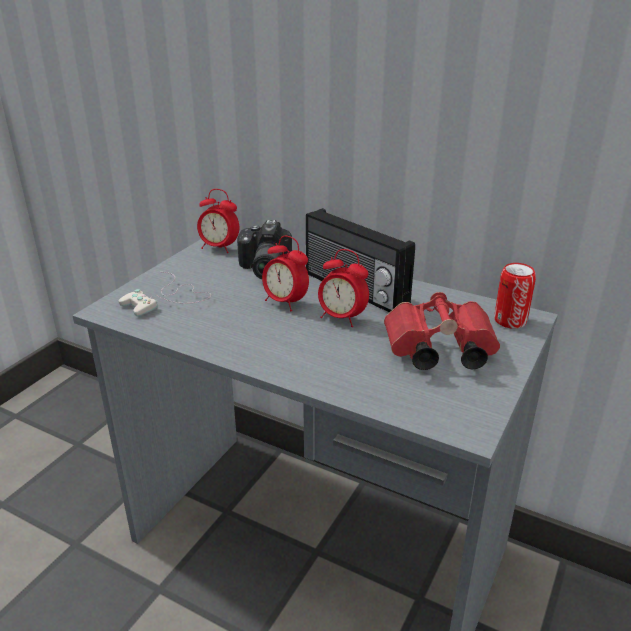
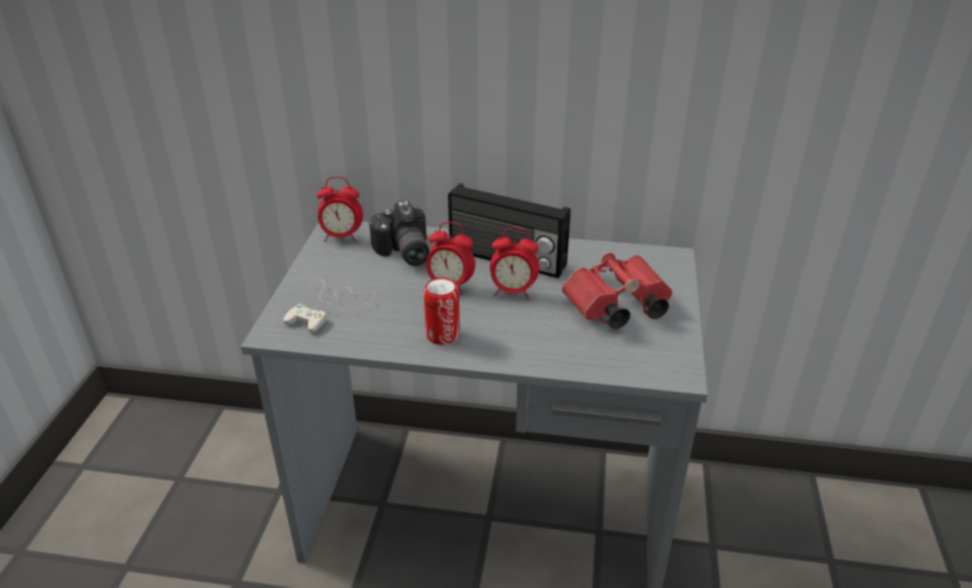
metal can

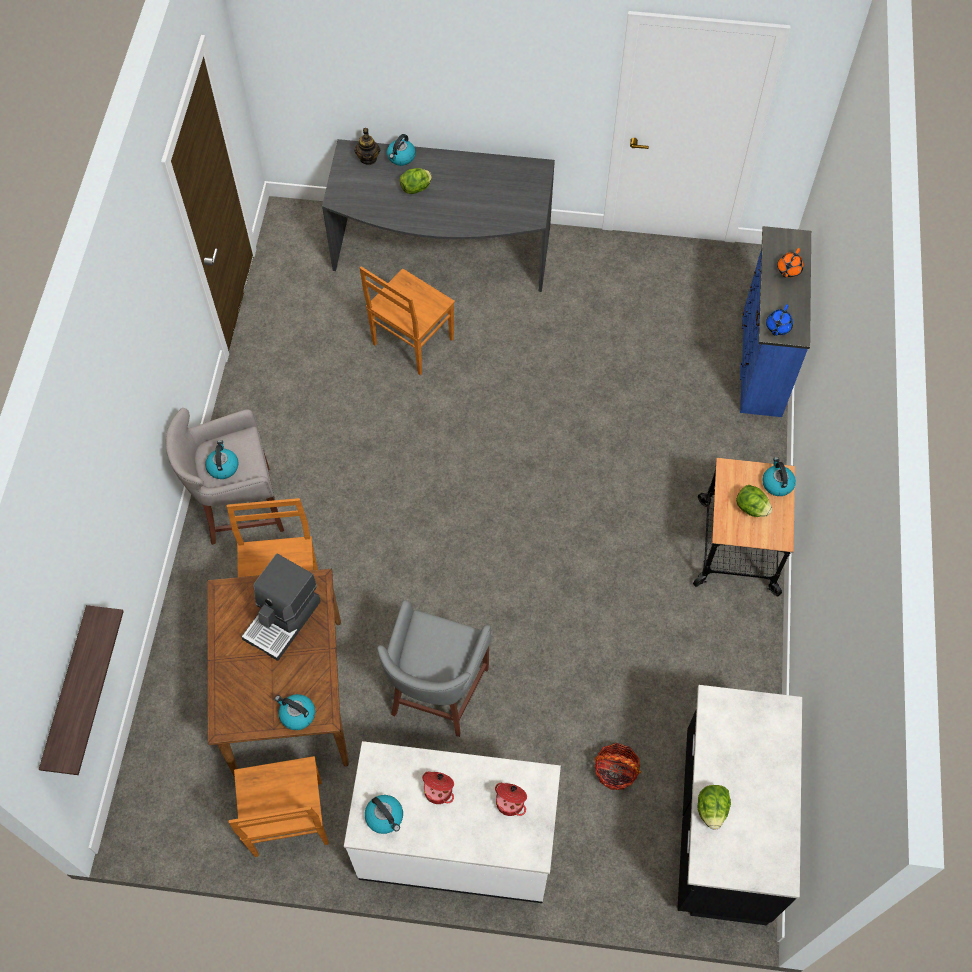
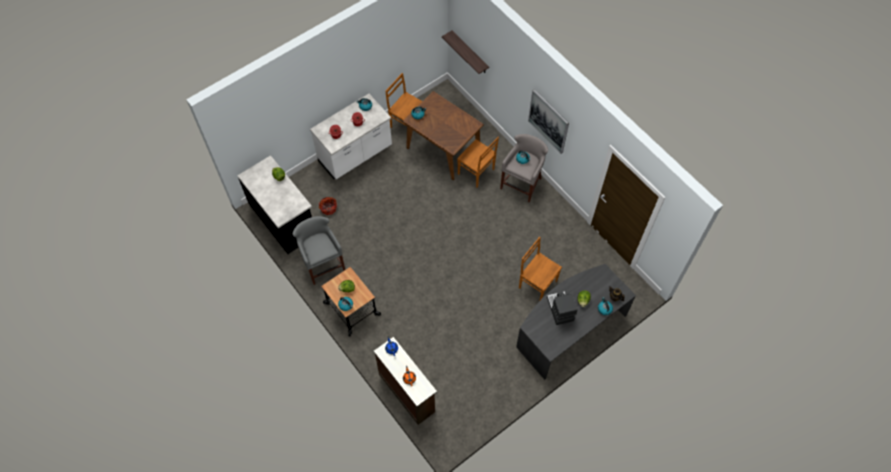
brownish chest of drawers
brownish upright chair (no. 3 from left)
coffee machine
greyish stool seat (no. 1 from left)
wall art

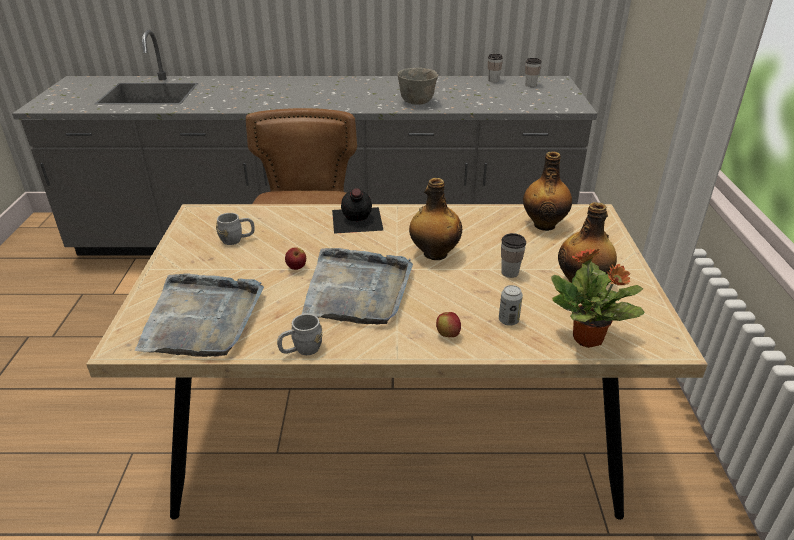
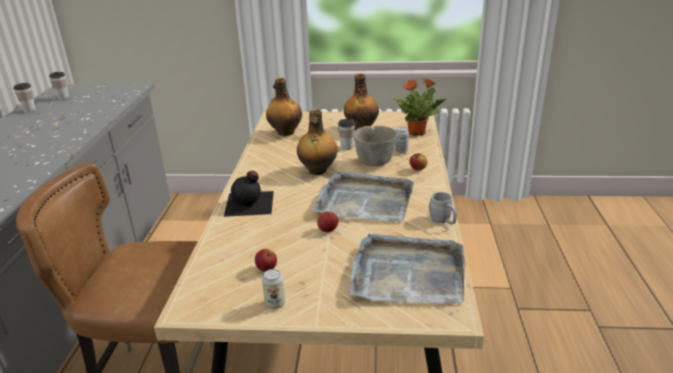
greyish bowl
whole apple (no. 1 from left)
metal can (no. 1 from left)

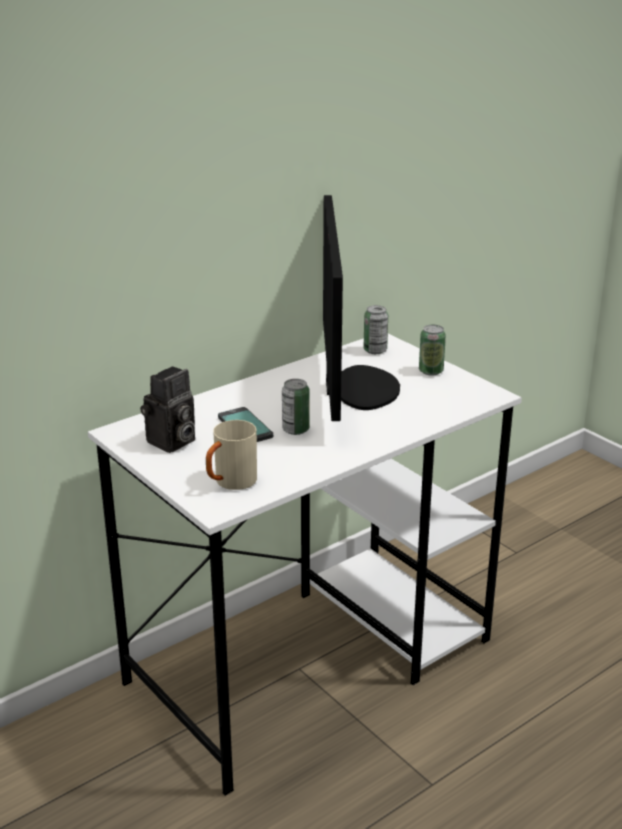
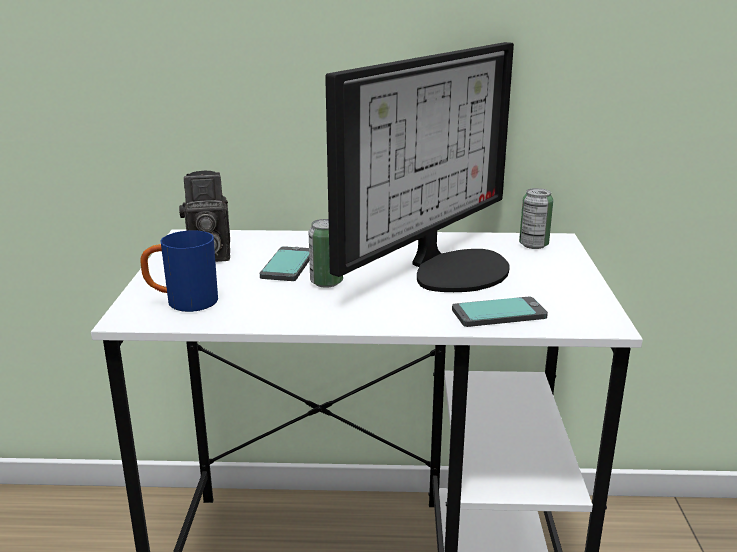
metal can (no. 3 from left in the first image)
bluish coffee mug
handset (no. 2 from left)

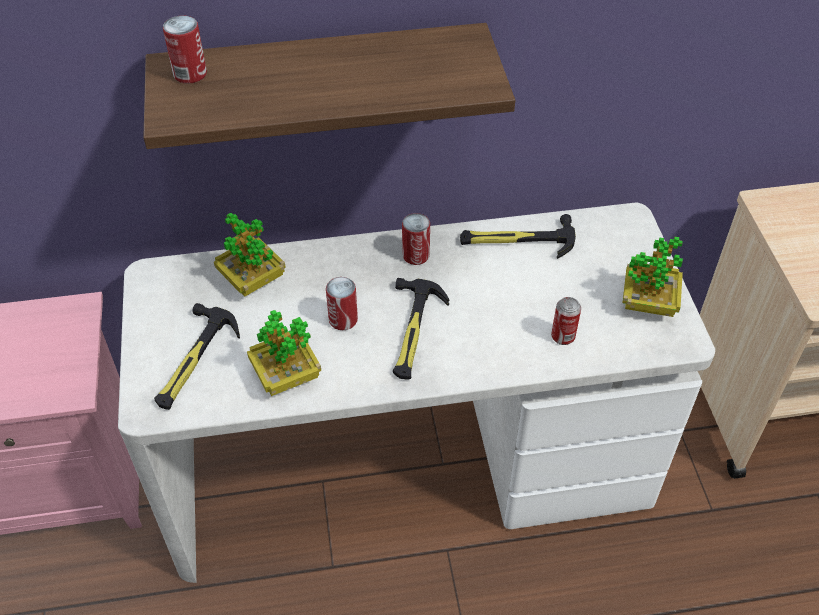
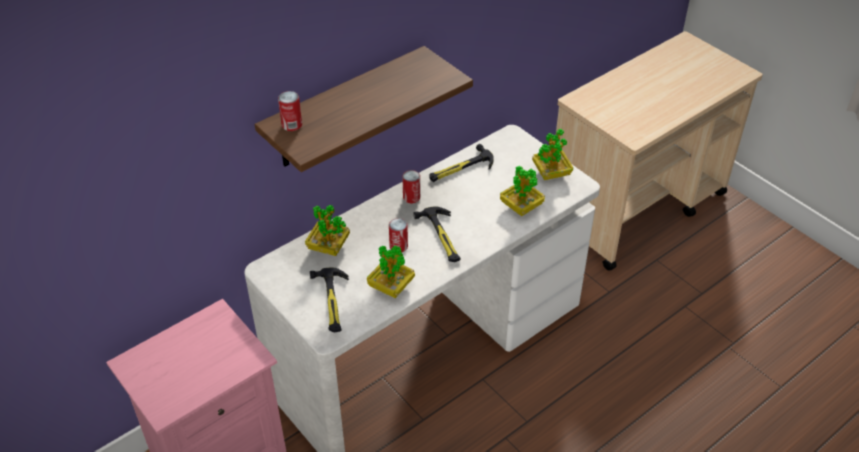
plant in a pot (no. 3 from left)

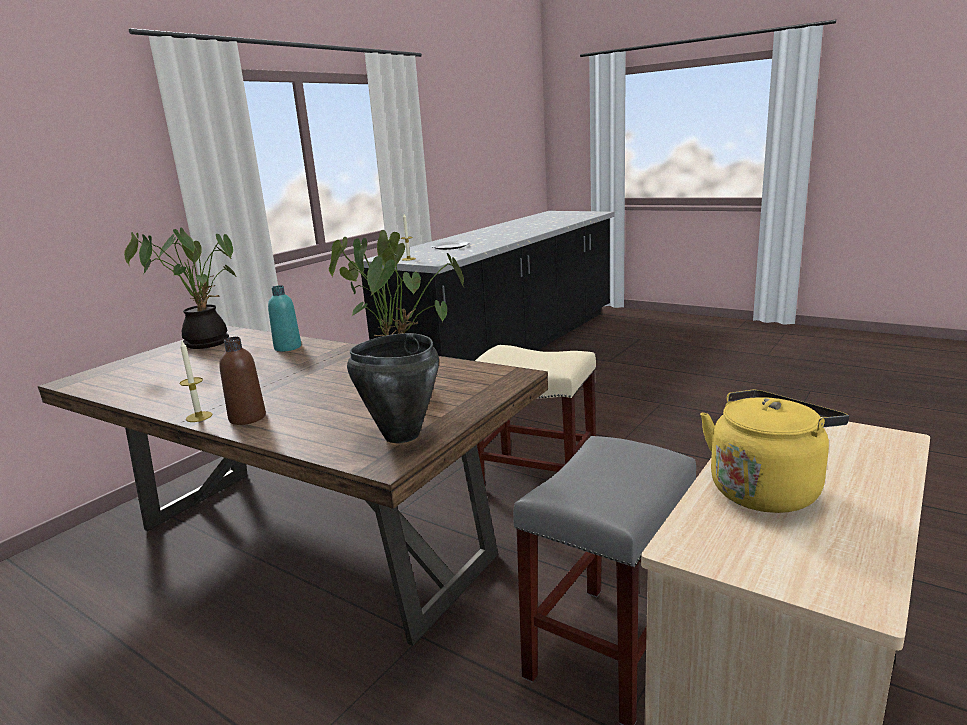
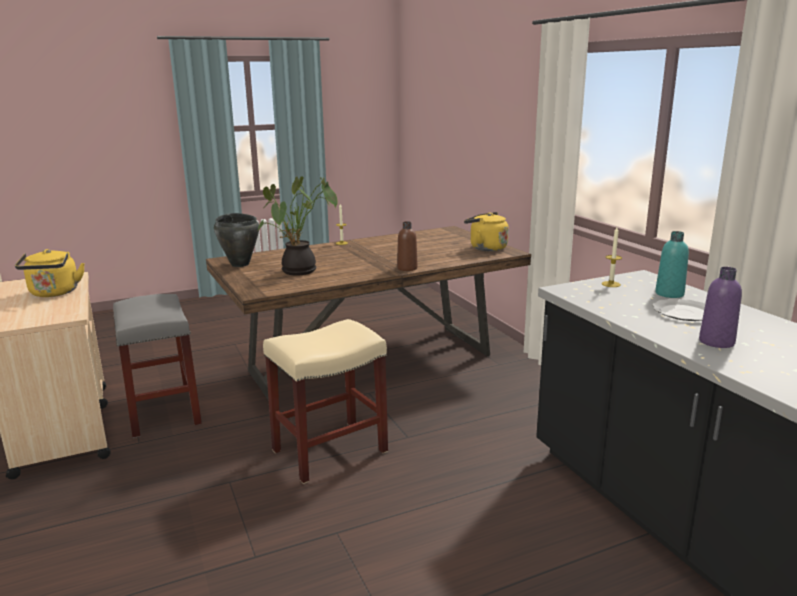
yellow-coloured tea kettle (no. 2 from left)
turquoise-coloured drink bottle
brownish drink bottle
purple-coloured drink bottle

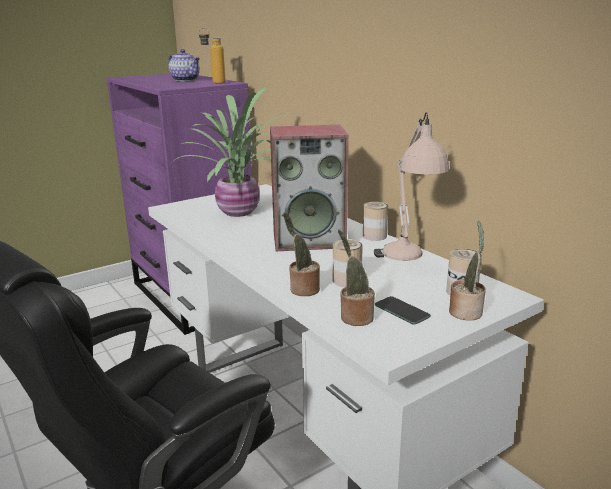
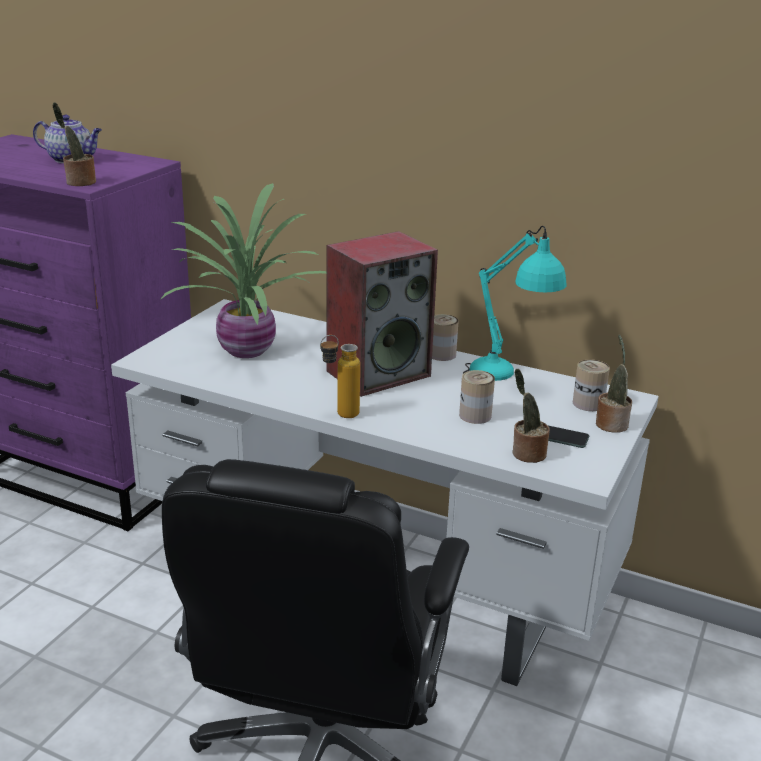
drink bottle
turquoise-coloured lamp for a table
plant in a pot (no. 1 from left)

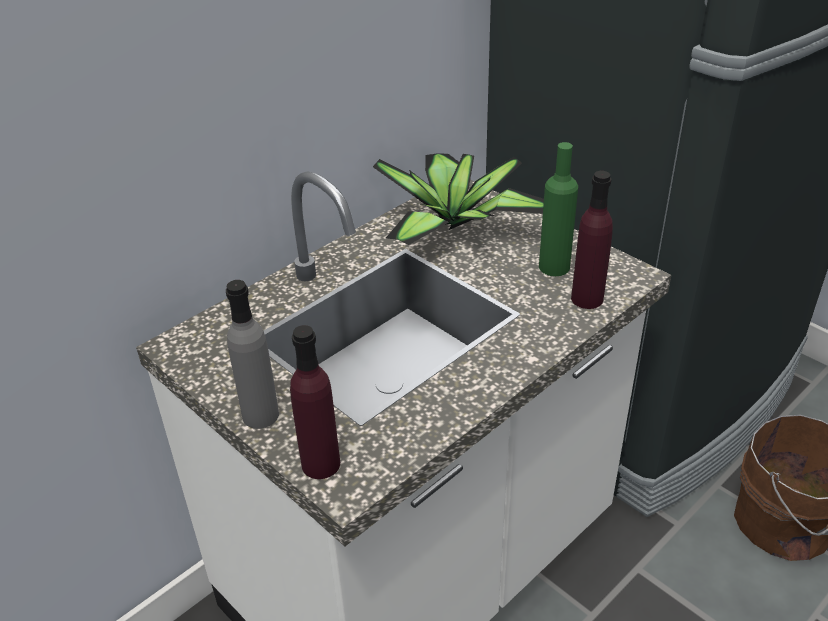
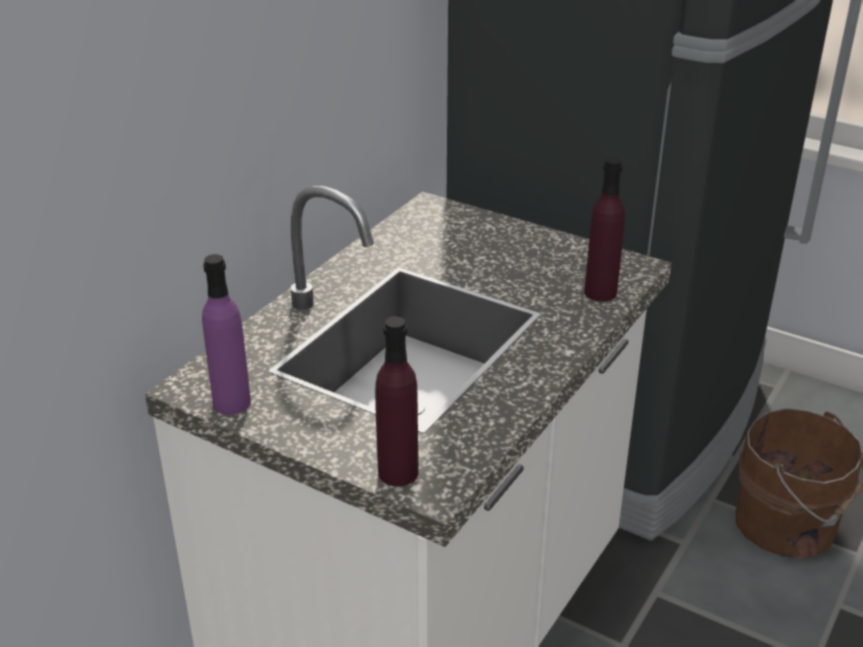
greenish drink bottle
plant in a pot
greyish drink bottle
purple-coloured drink bottle (no. 1 from left)

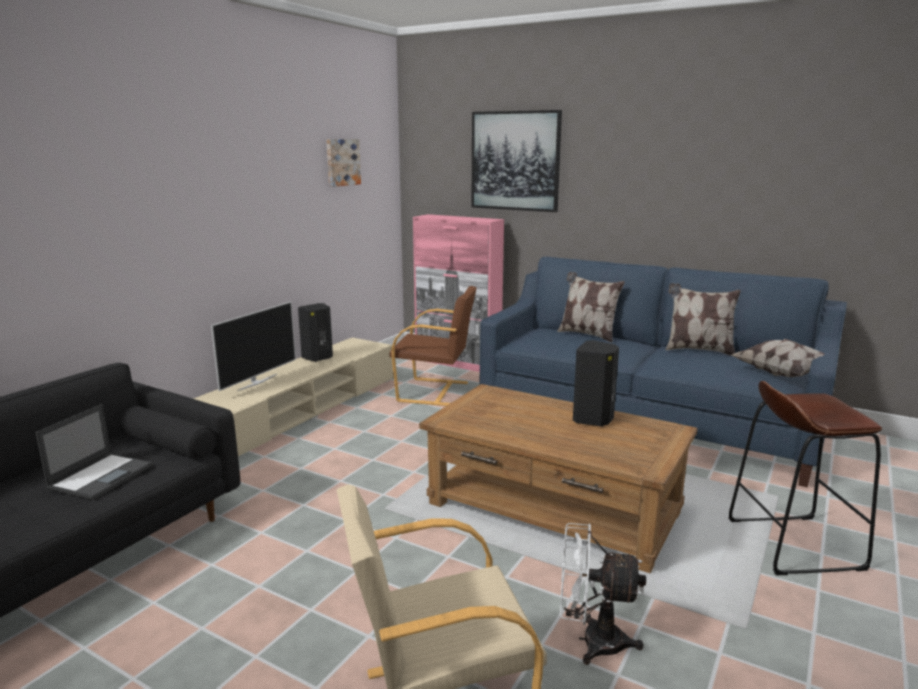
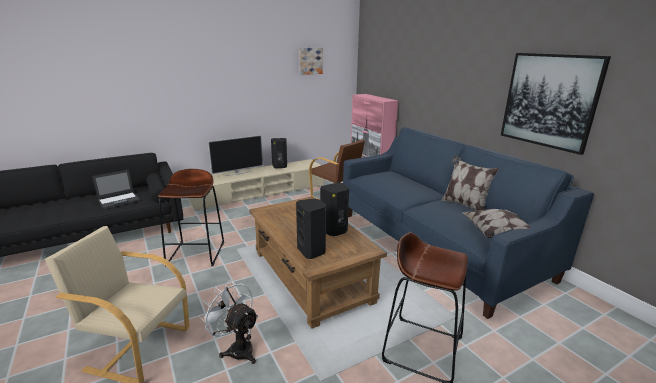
wall art (no. 2 from left)
throw pillow (no. 1 from left in the first image)
brownish stool seat (no. 1 from left)
black-coloured speaker (no. 2 from left)

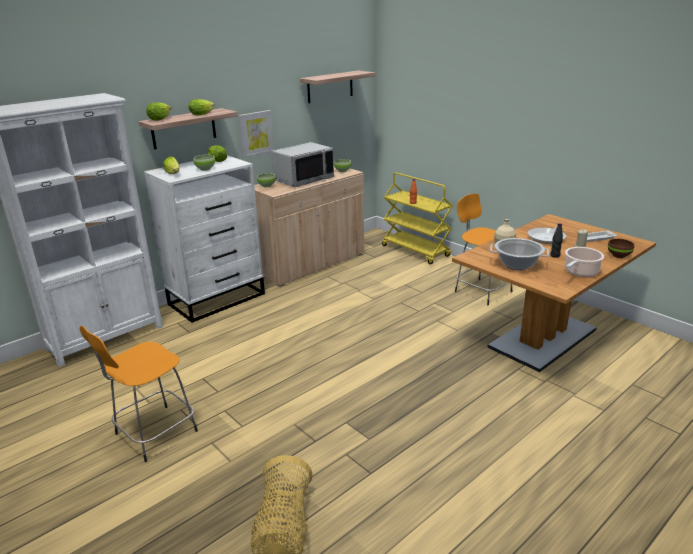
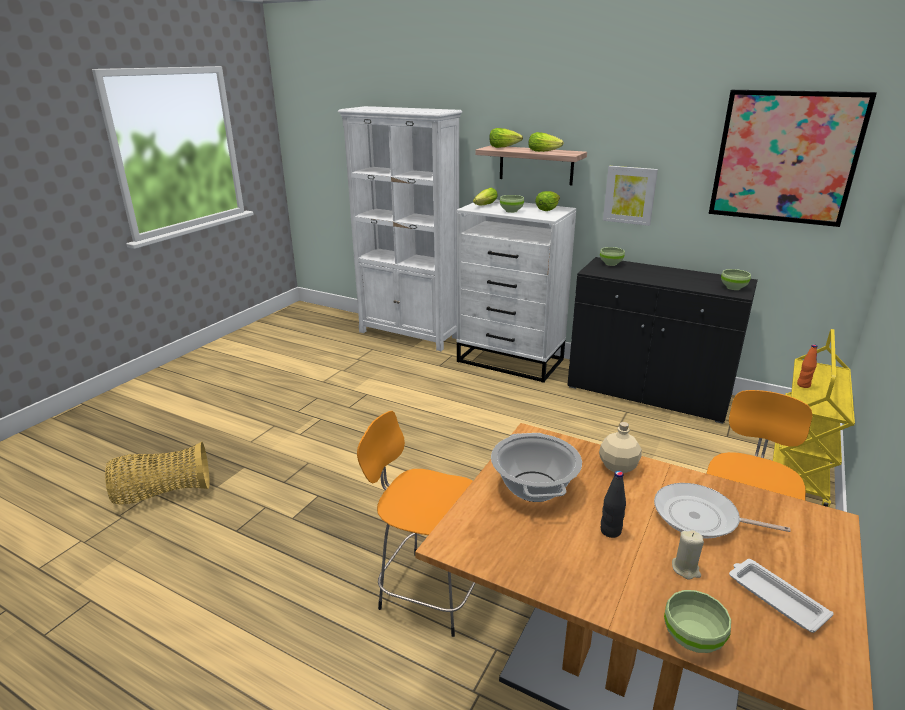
wall art (no. 2 from left)
greyish microwave
black-coloured cabinet
greenish bowl (no. 3 from left)
cooking pot (no. 2 from left in the first image)
orange-coloured stool seat (no. 1 from left)

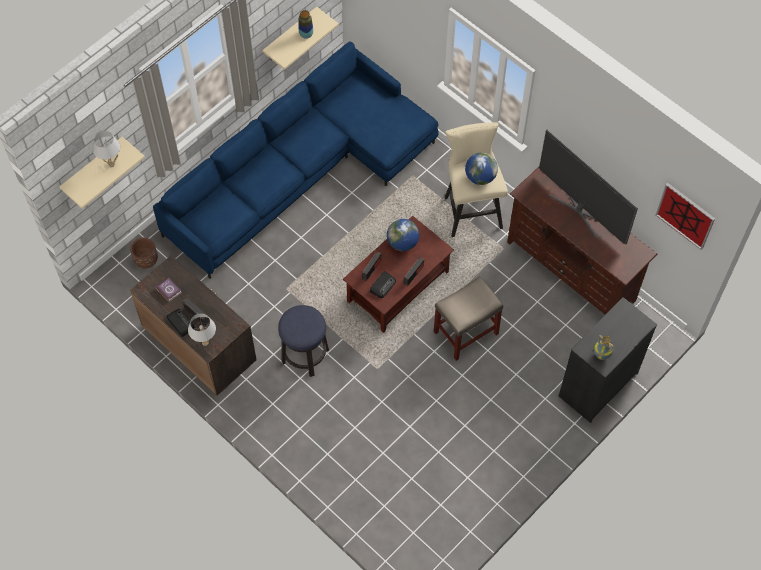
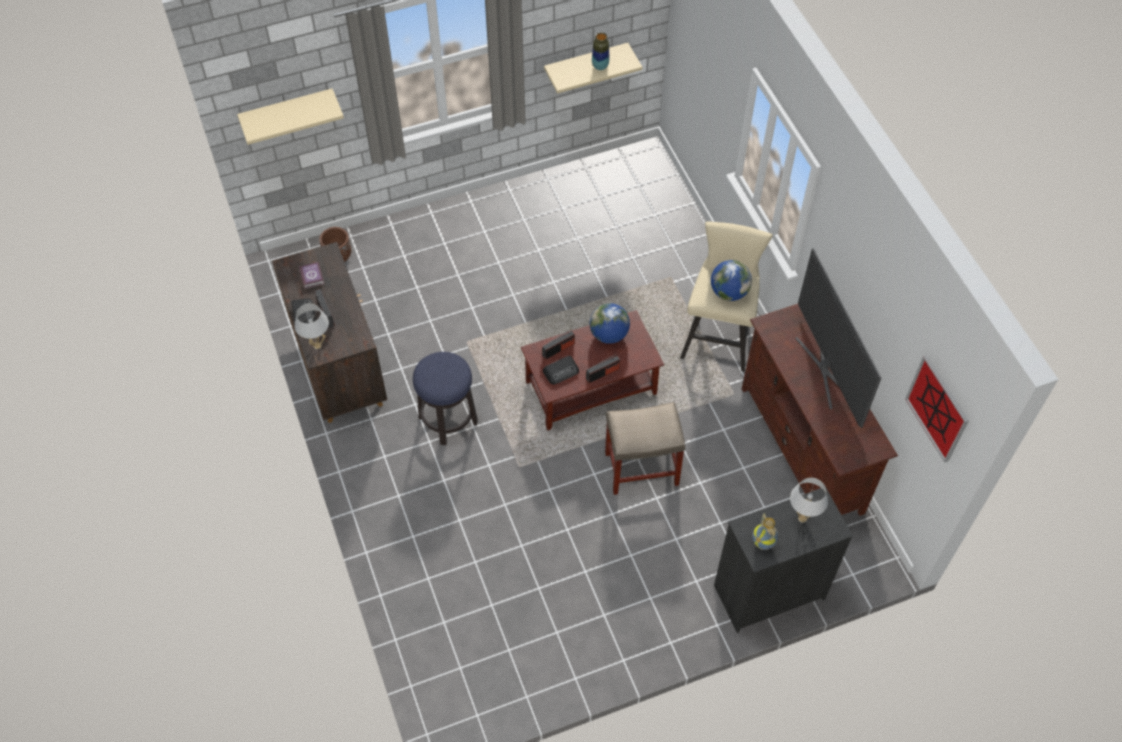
bluish couch
whitish lamp for a table (no. 2 from left)

